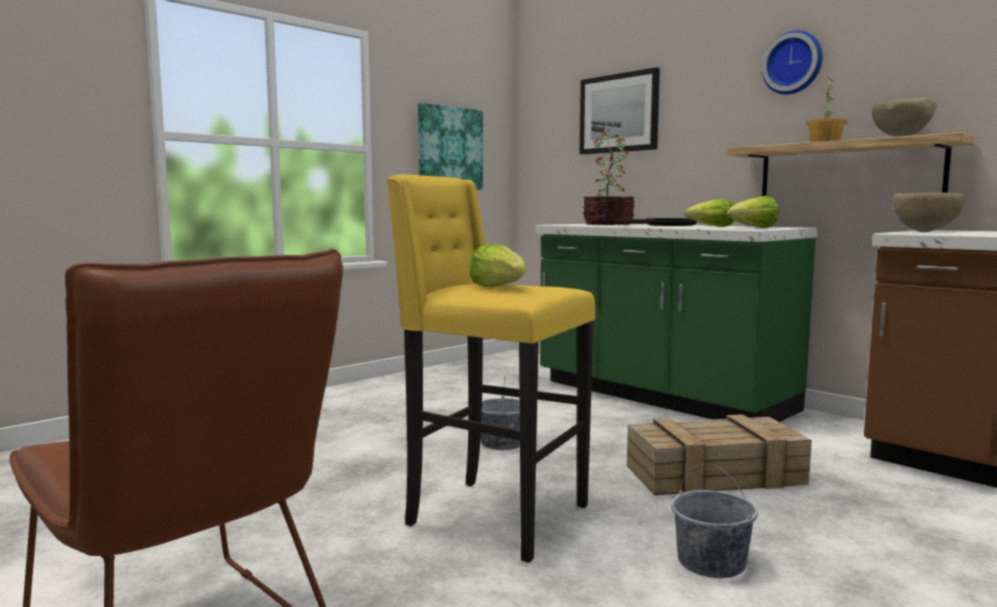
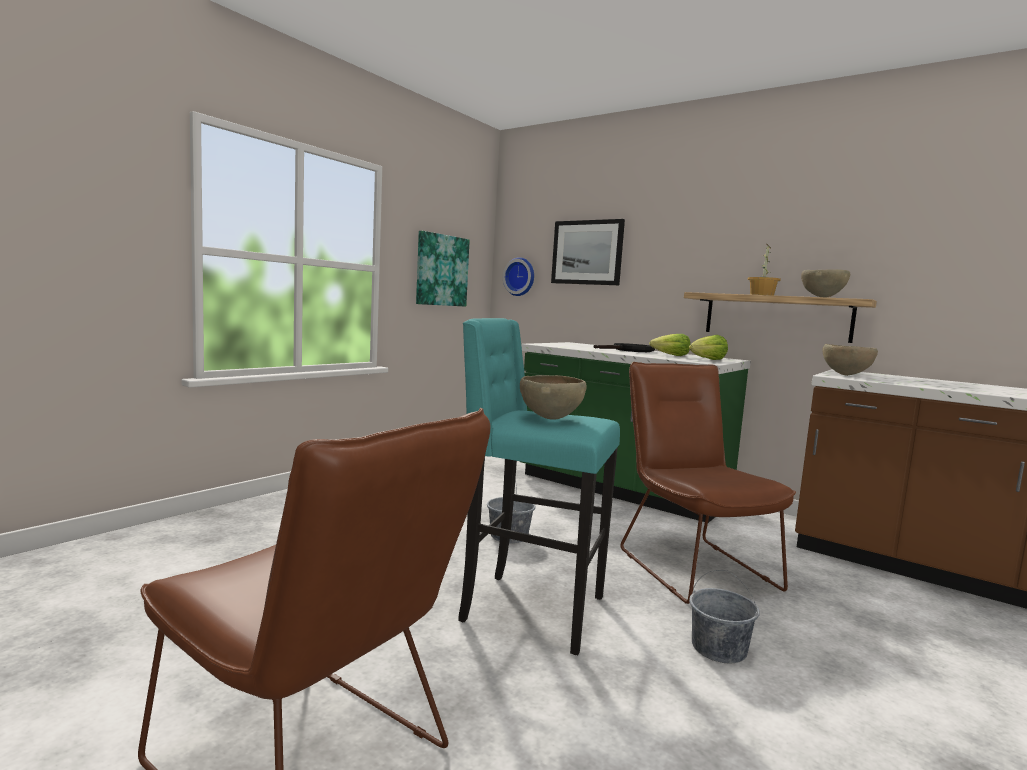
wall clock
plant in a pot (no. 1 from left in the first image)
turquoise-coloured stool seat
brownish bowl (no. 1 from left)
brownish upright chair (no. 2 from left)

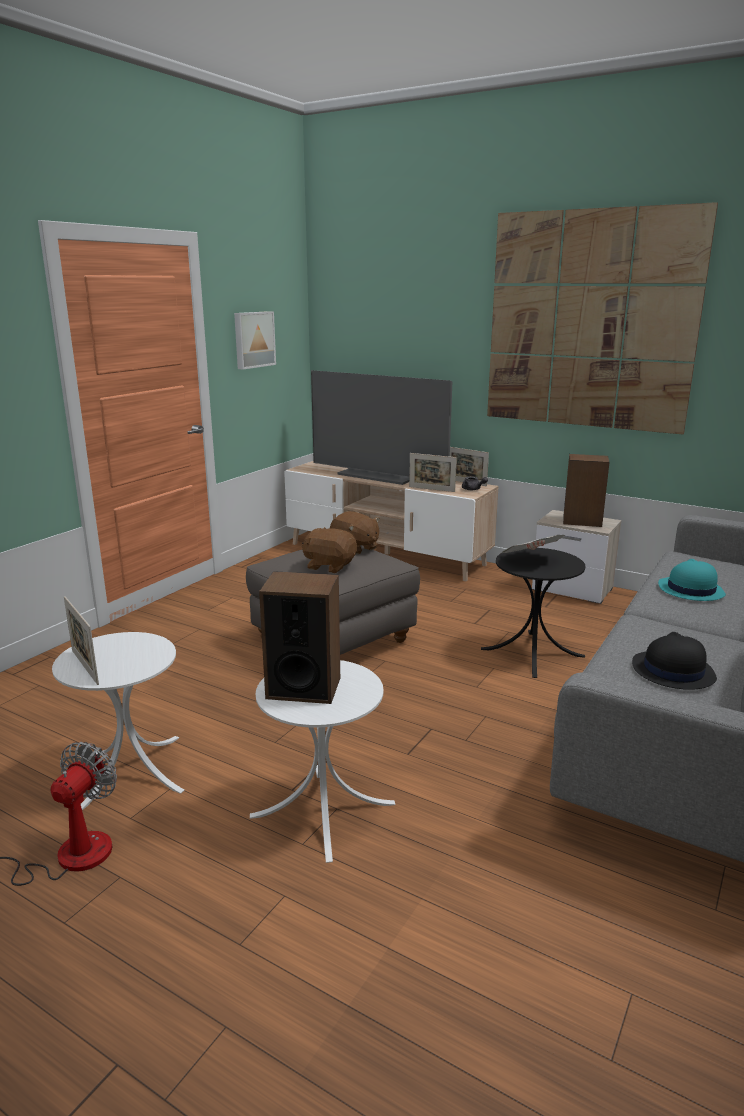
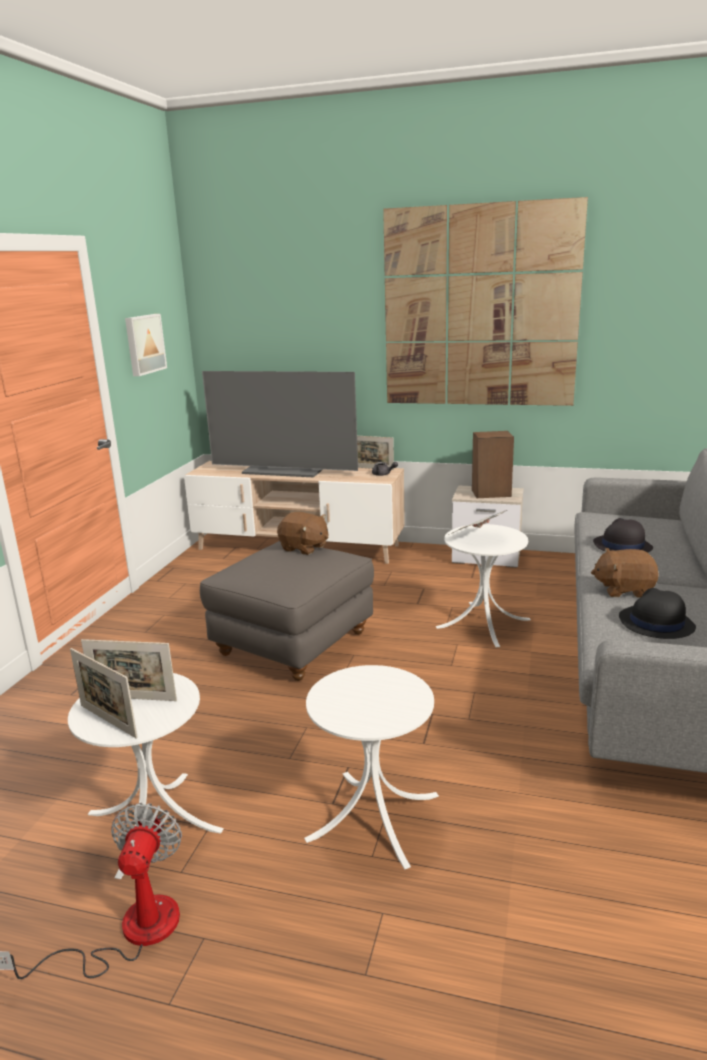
photo frame (no. 2 from left)
brownish soft toy (no. 2 from left)
whitish end table (no. 3 from left)
black-coloured hat (no. 1 from left)
speaker (no. 1 from left in the first image)

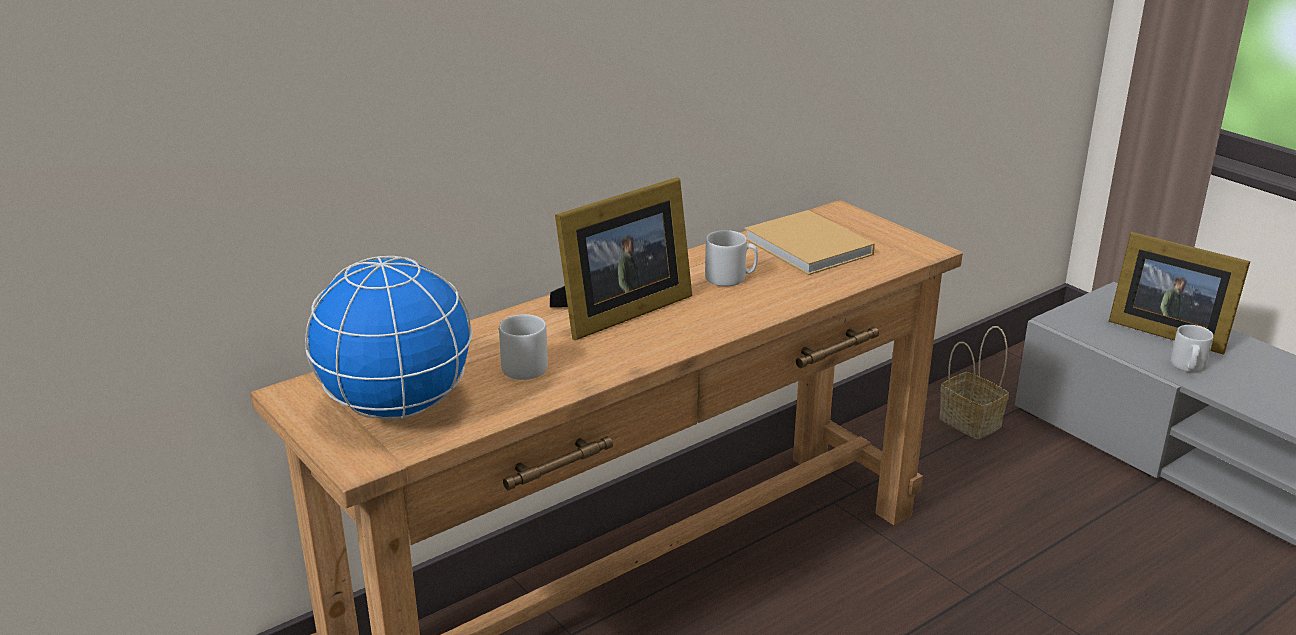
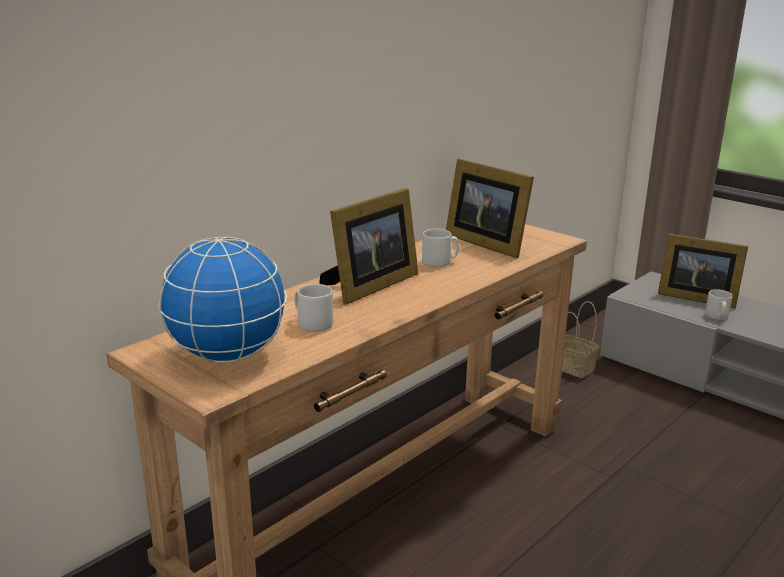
photo frame (no. 2 from left)

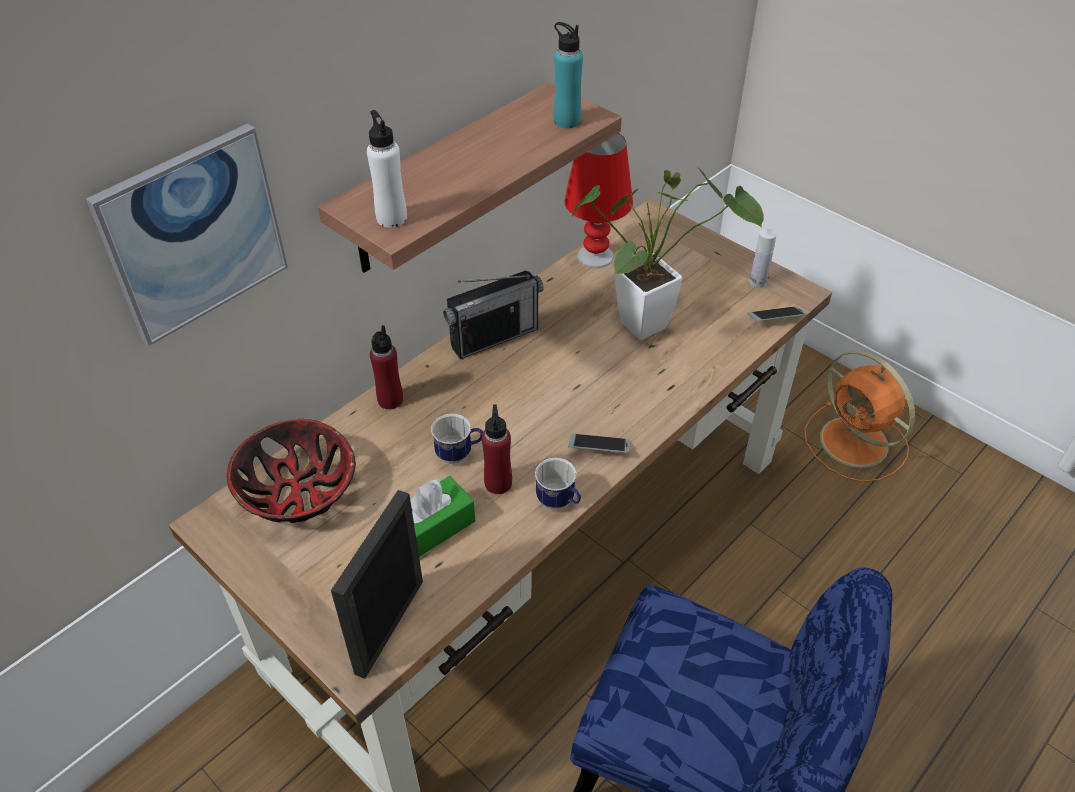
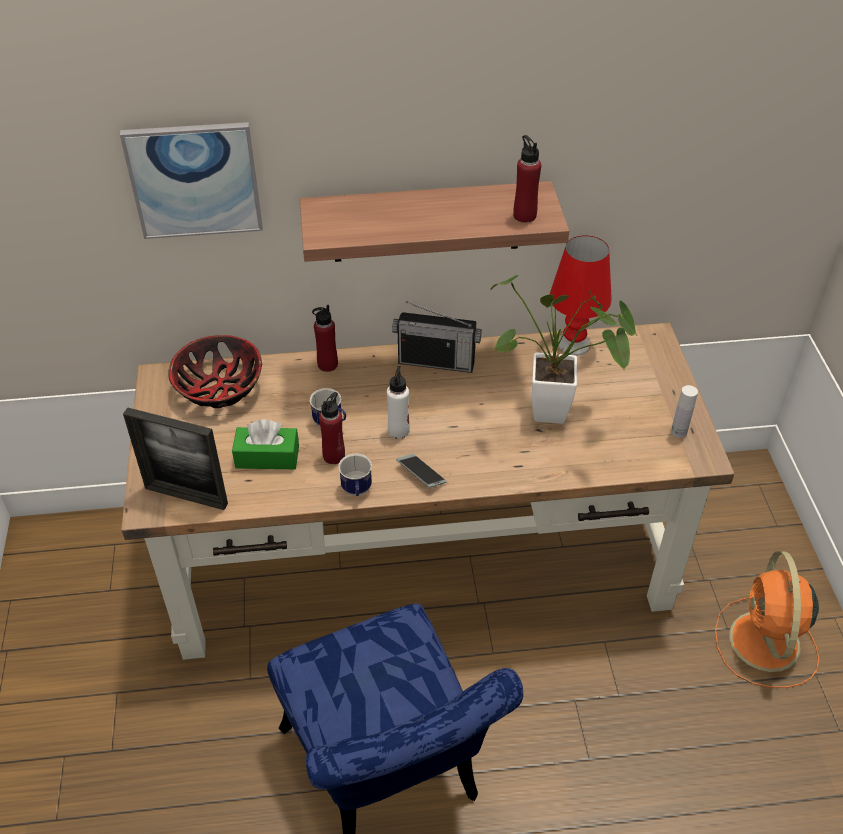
red drink bottle (no. 3 from left)
whitish drink bottle (no. 1 from left)
handset (no. 2 from left in the first image)
photo frame

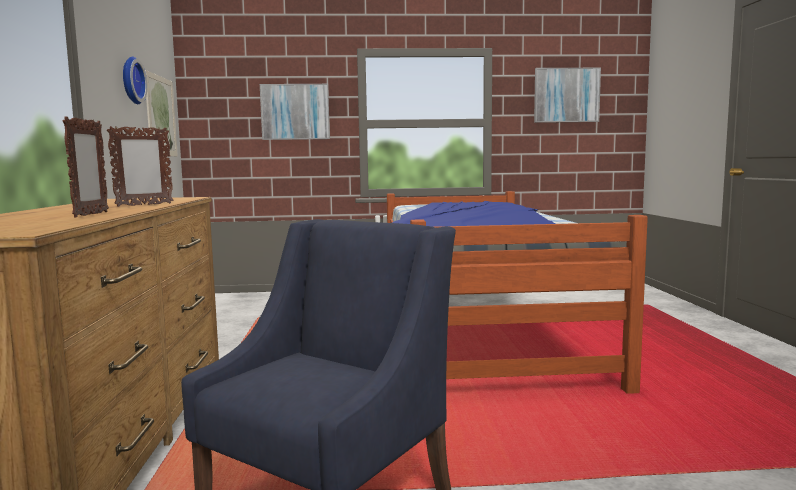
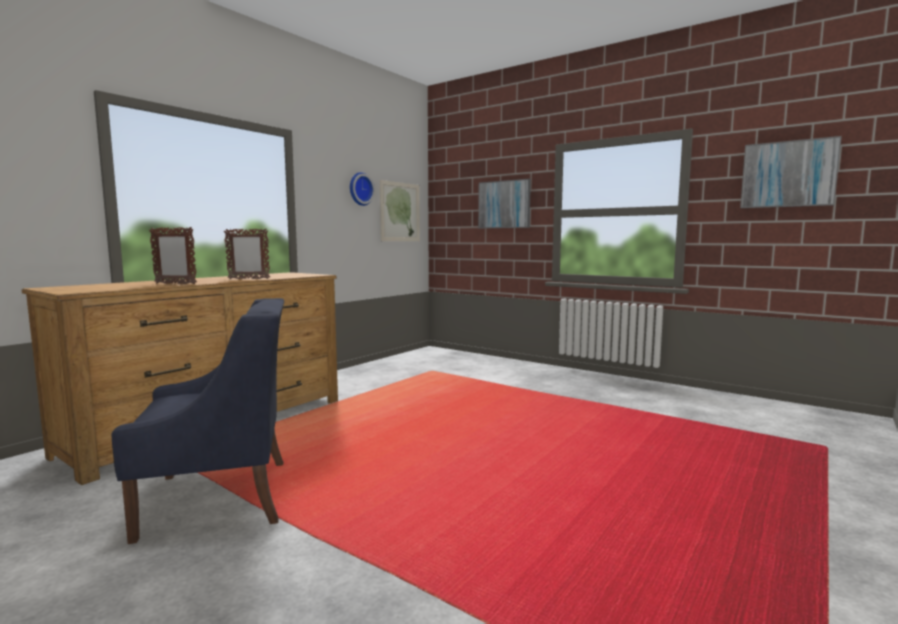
photo frame (no. 1 from left)
bed

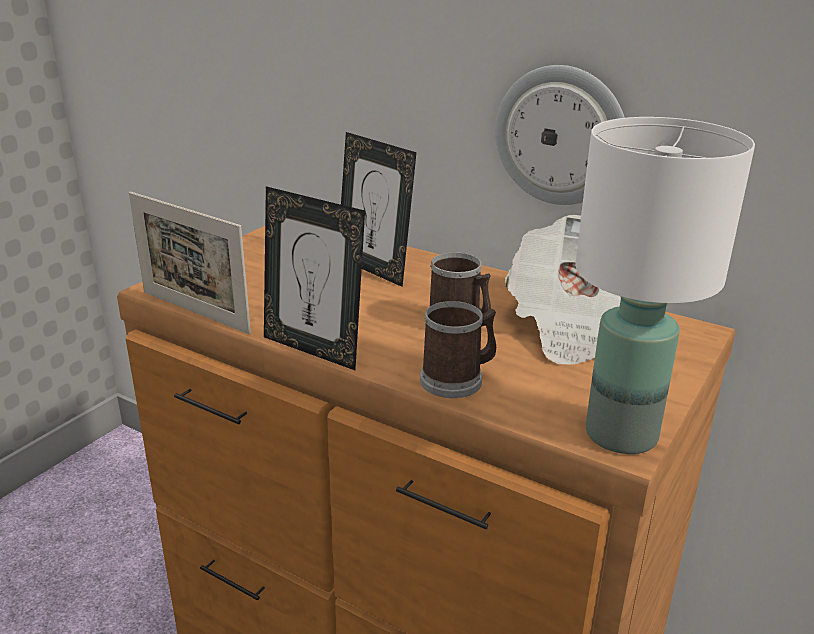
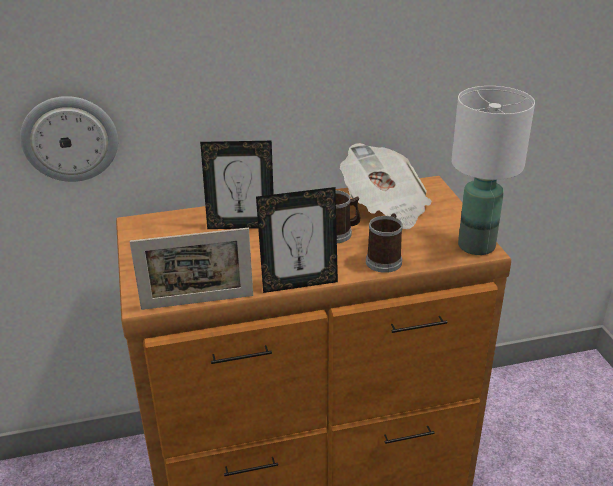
wall clock

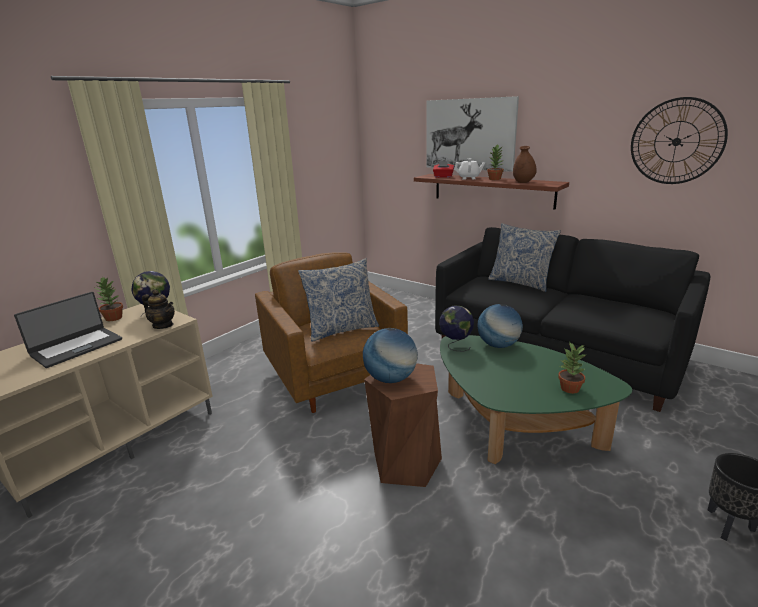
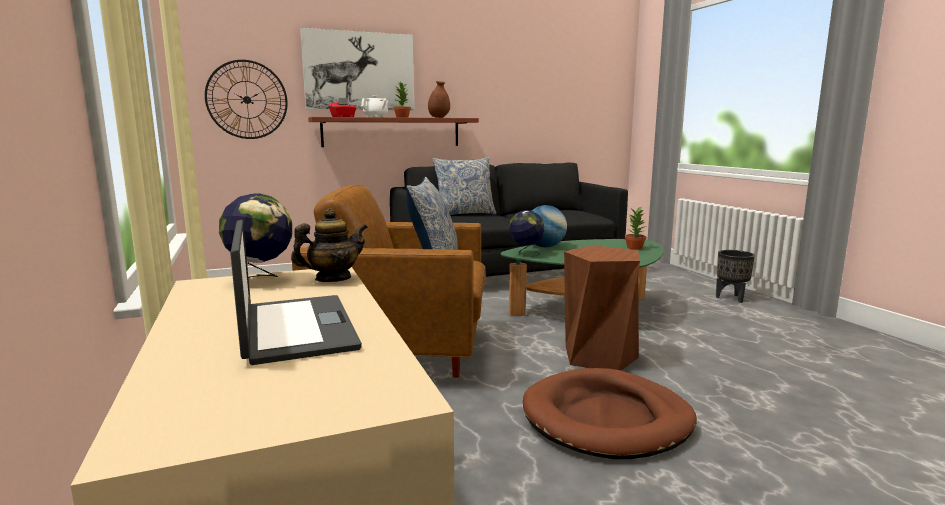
wall clock
plant in a pot (no. 1 from left in the first image)
desk globe (no. 2 from left in the first image)
brownish dog cushion

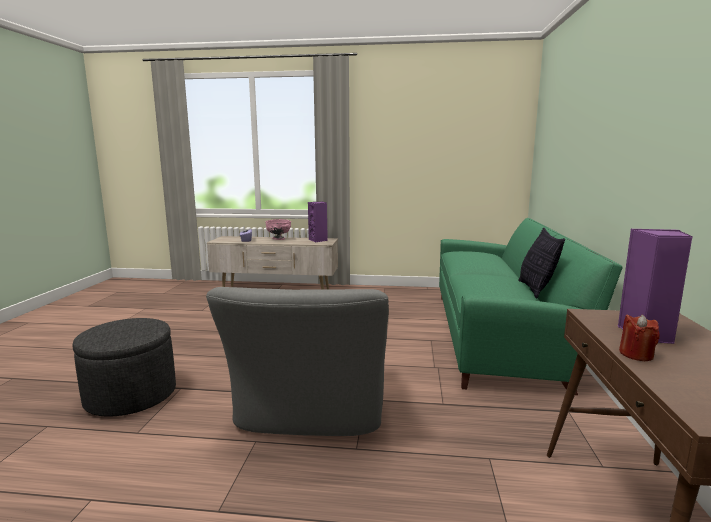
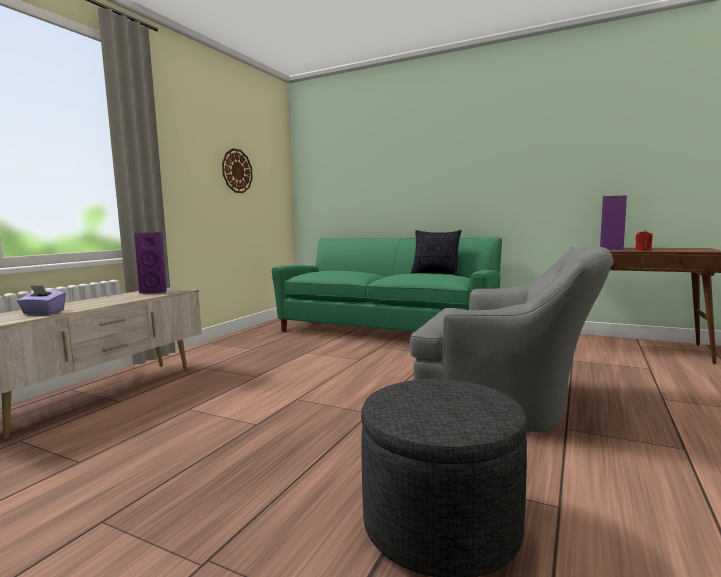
pink bowl
wall clock

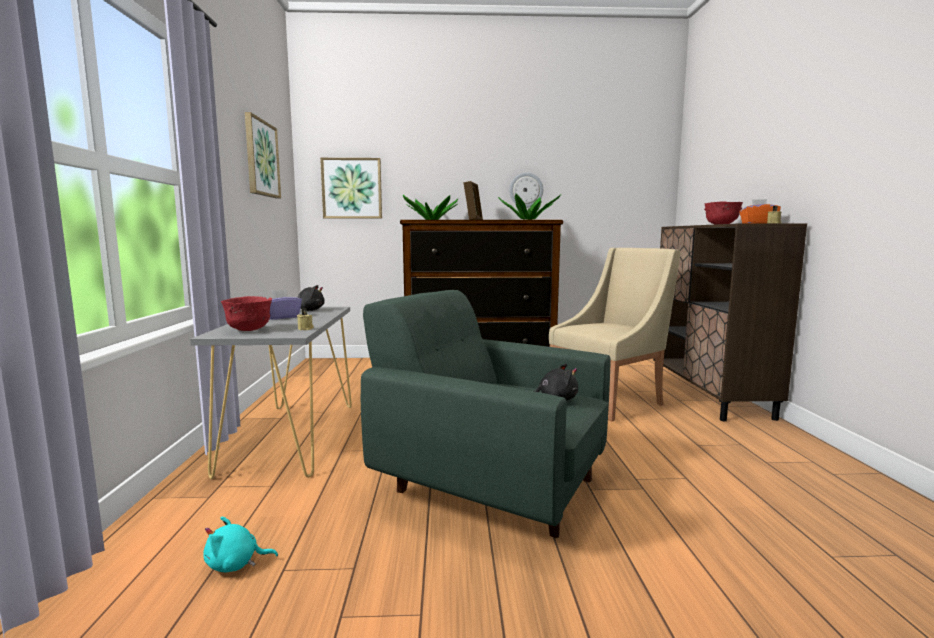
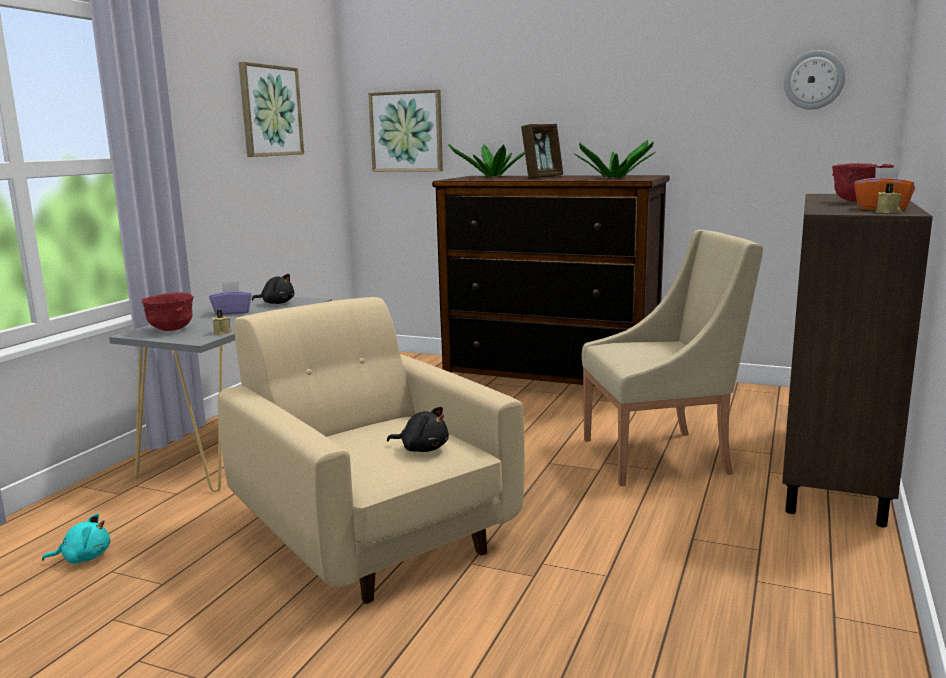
wall clock
beige easy chair (no. 1 from left)
turquoise-coloured soft toy

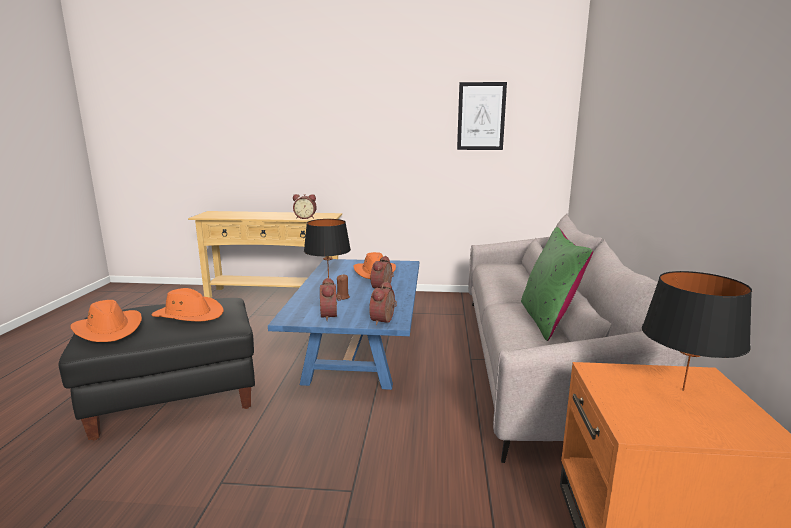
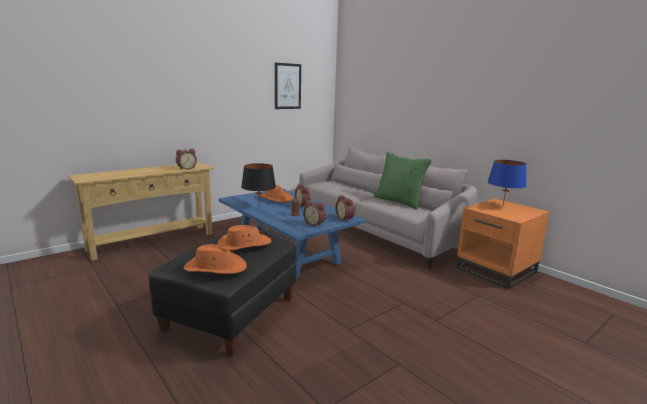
bluish lamp for a table

